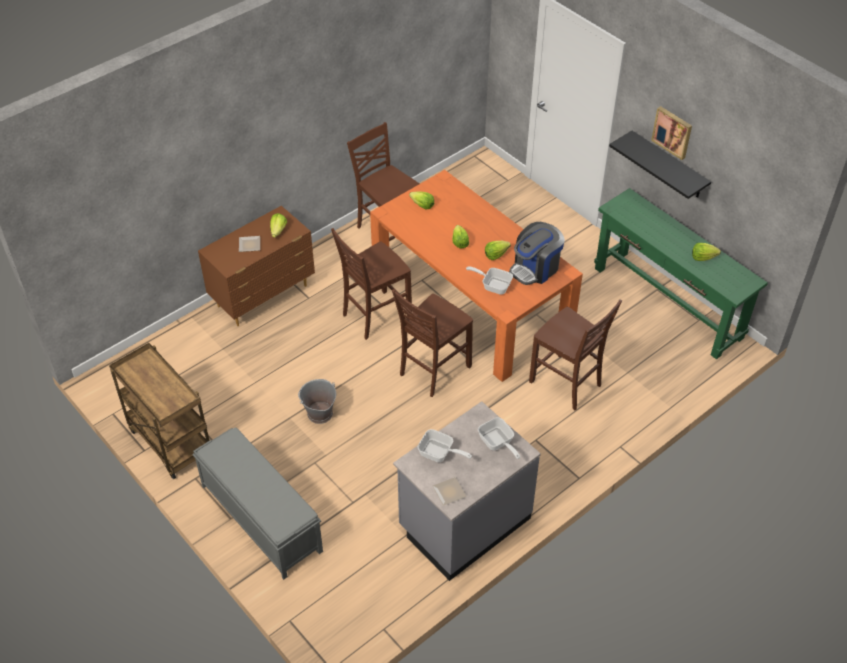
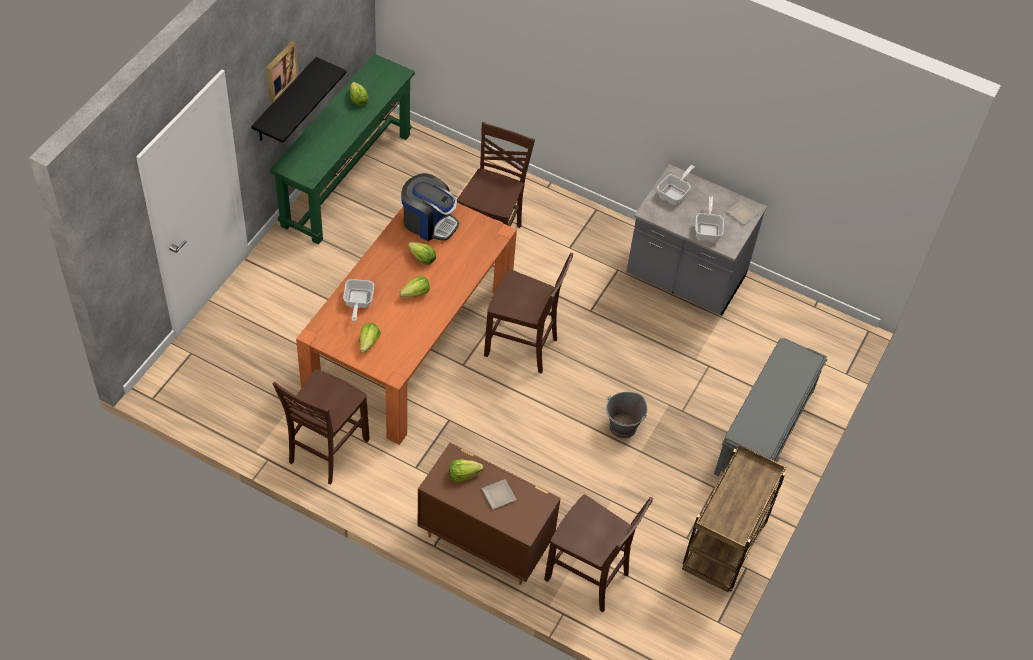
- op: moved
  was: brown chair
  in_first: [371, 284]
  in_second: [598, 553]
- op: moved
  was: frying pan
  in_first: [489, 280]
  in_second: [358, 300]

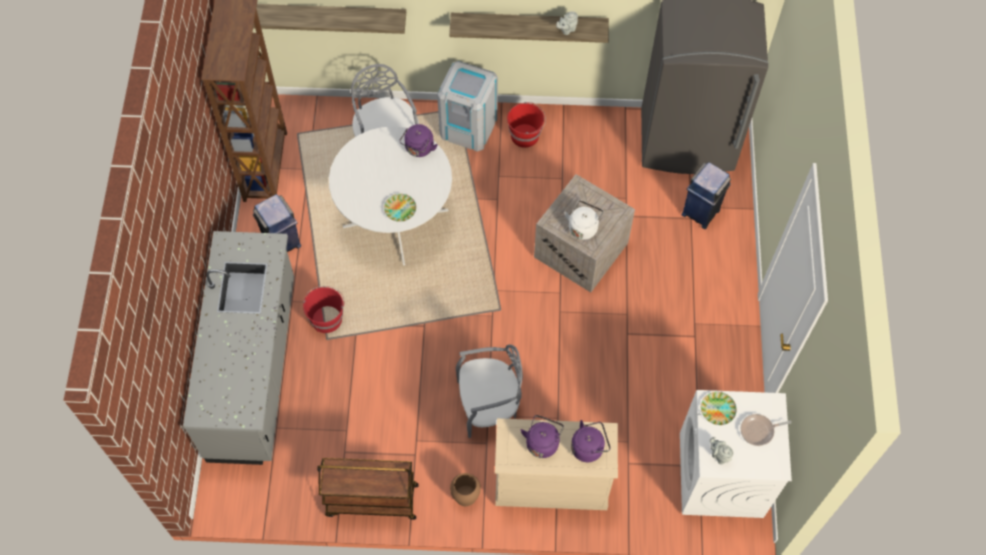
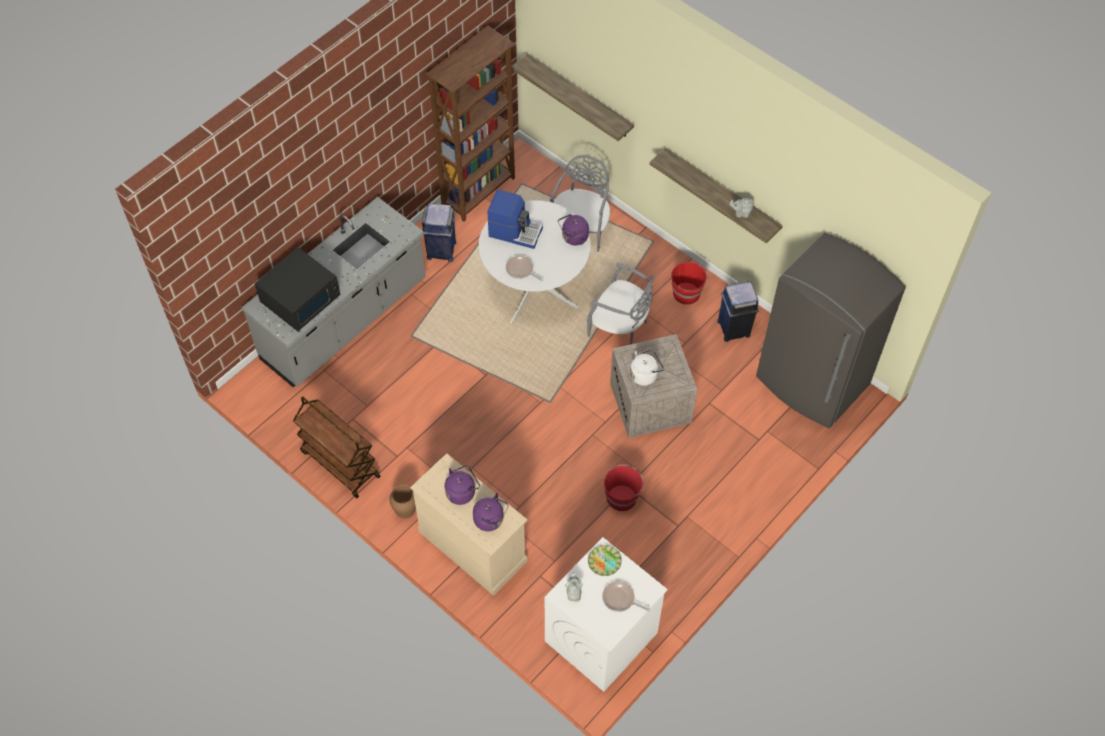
- op: removed
  was: grey trash can
  in_first: [467, 106]
- op: moved
  was: blue trash can
  in_first: [706, 195]
  in_second: [738, 311]
- op: replaced
  was: plate
  now: frying pan
  in_first: [400, 208]
  in_second: [524, 268]
- op: moved
  was: red bucket
  in_first: [323, 309]
  in_second: [624, 488]
- op: moved
  was: grey chair
  in_first: [489, 391]
  in_second: [620, 303]
- op: added
  now: coffee machine
  in_second: [515, 219]
- op: added
  now: black microwave
  in_second: [297, 289]

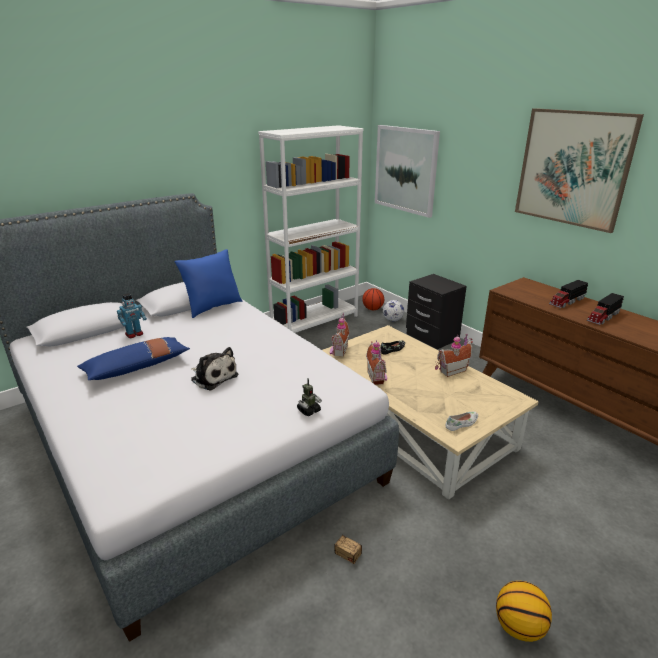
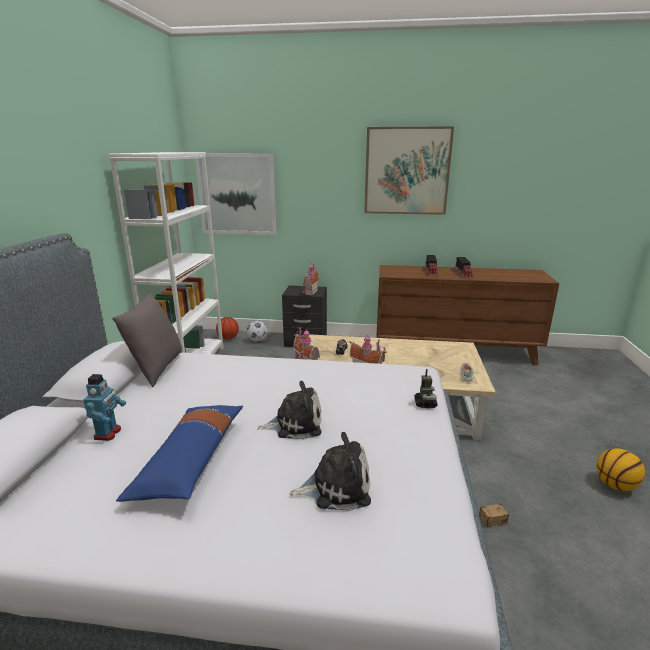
- op: recoloured
  was: blue pillow
  now: grey pillow
  in_first: [208, 283]
  in_second: [147, 340]
- op: moved
  was: toy house
  in_first: [454, 355]
  in_second: [310, 279]
- op: added
  now: plush toy
  in_second: [330, 471]

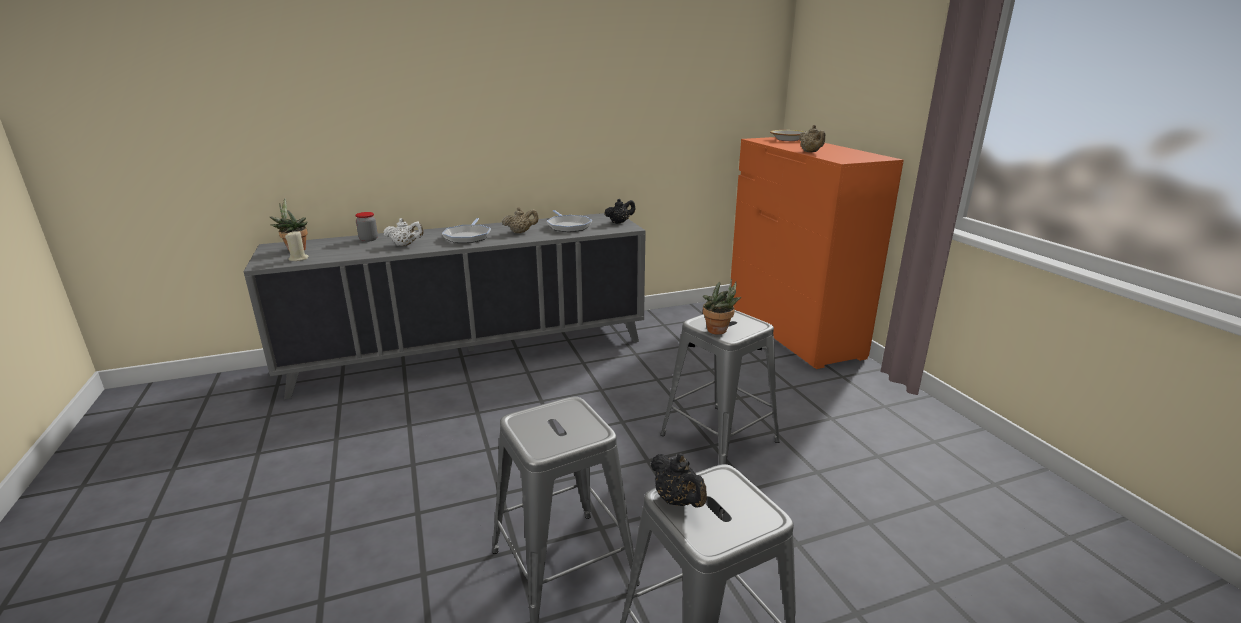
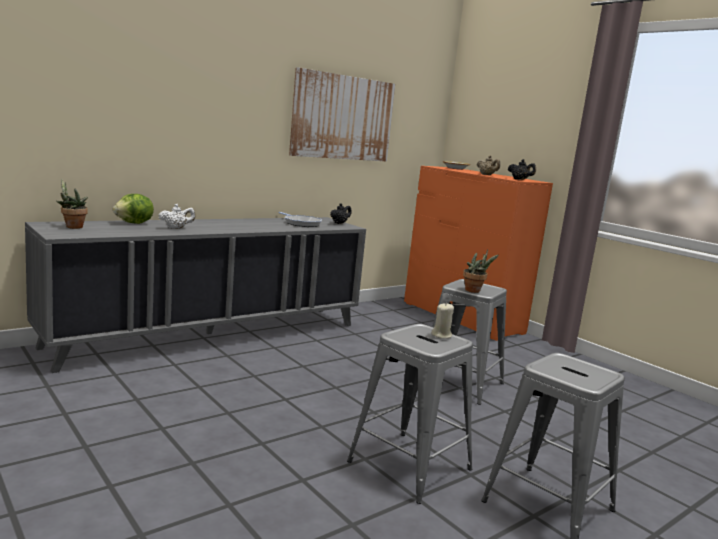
- op: removed
  was: beige teapot
  in_first: [520, 220]
- op: replaced
  was: jar
  now: lettuce
  in_first: [366, 227]
  in_second: [133, 209]
- op: removed
  was: frying pan
  in_first: [466, 230]
- op: moved
  was: beige candle
  in_first: [297, 246]
  in_second: [442, 321]
- op: moved
  was: black teapot
  in_first: [679, 480]
  in_second: [522, 169]
- op: added
  now: picture
  in_second: [342, 114]

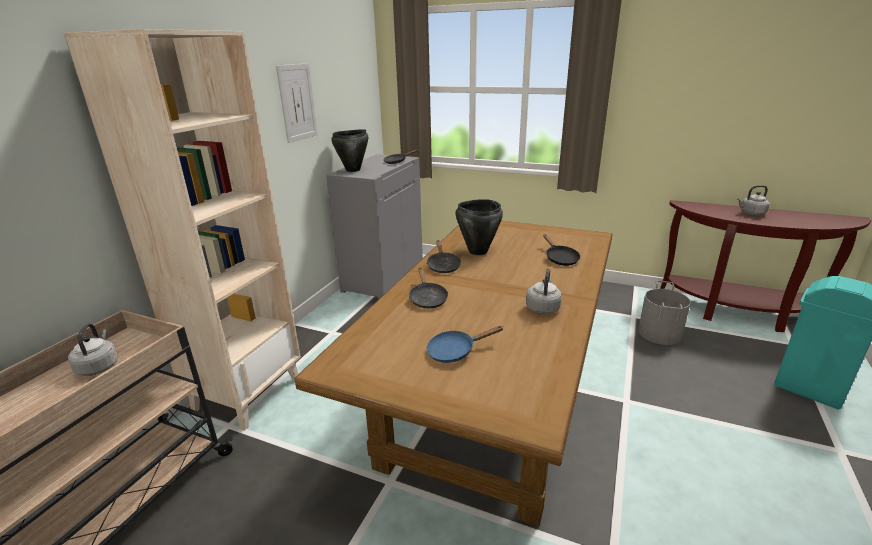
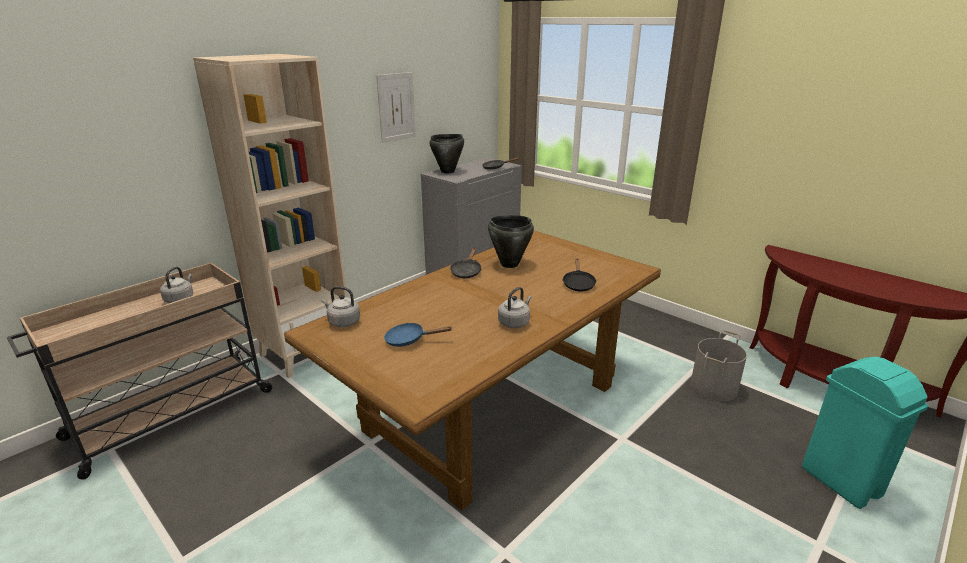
- op: moved
  was: grey kettle
  in_first: [753, 200]
  in_second: [340, 306]
- op: removed
  was: black frying pan
  in_first: [428, 287]

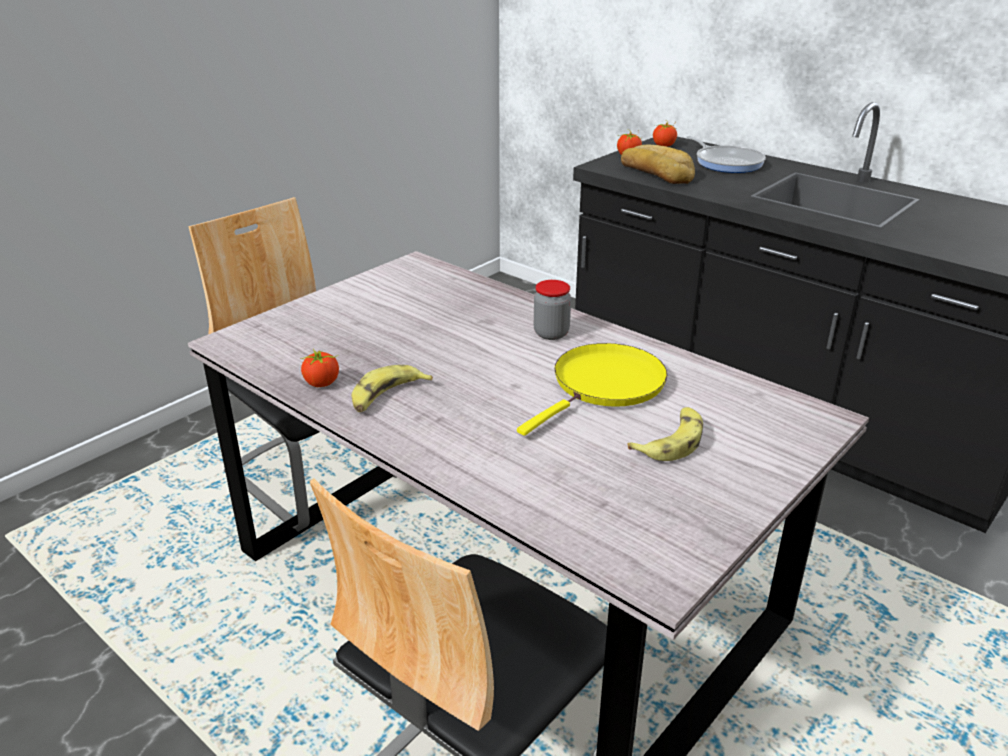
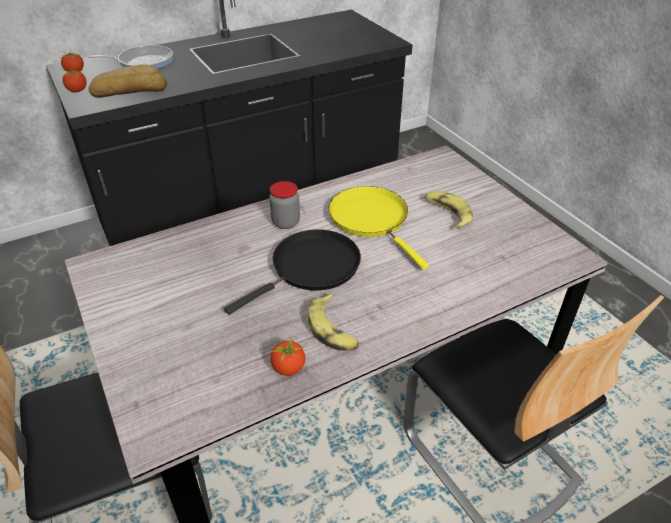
- op: added
  now: black frying pan
  in_second: [292, 272]

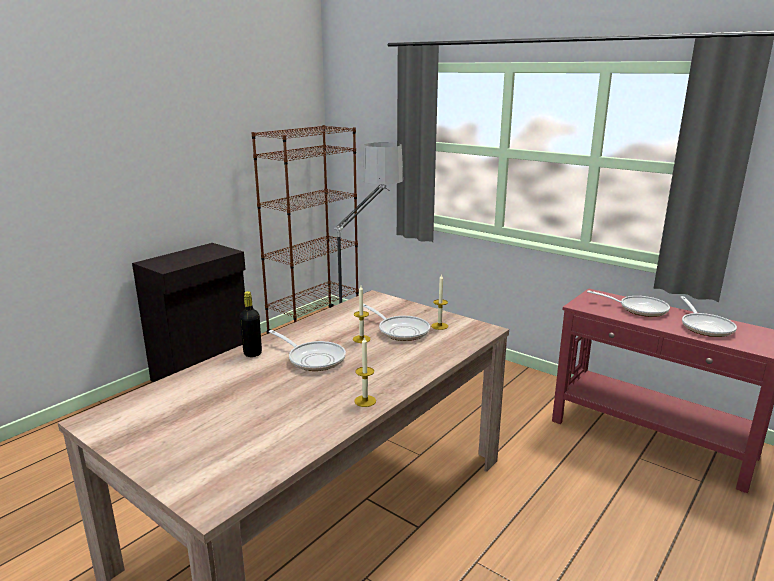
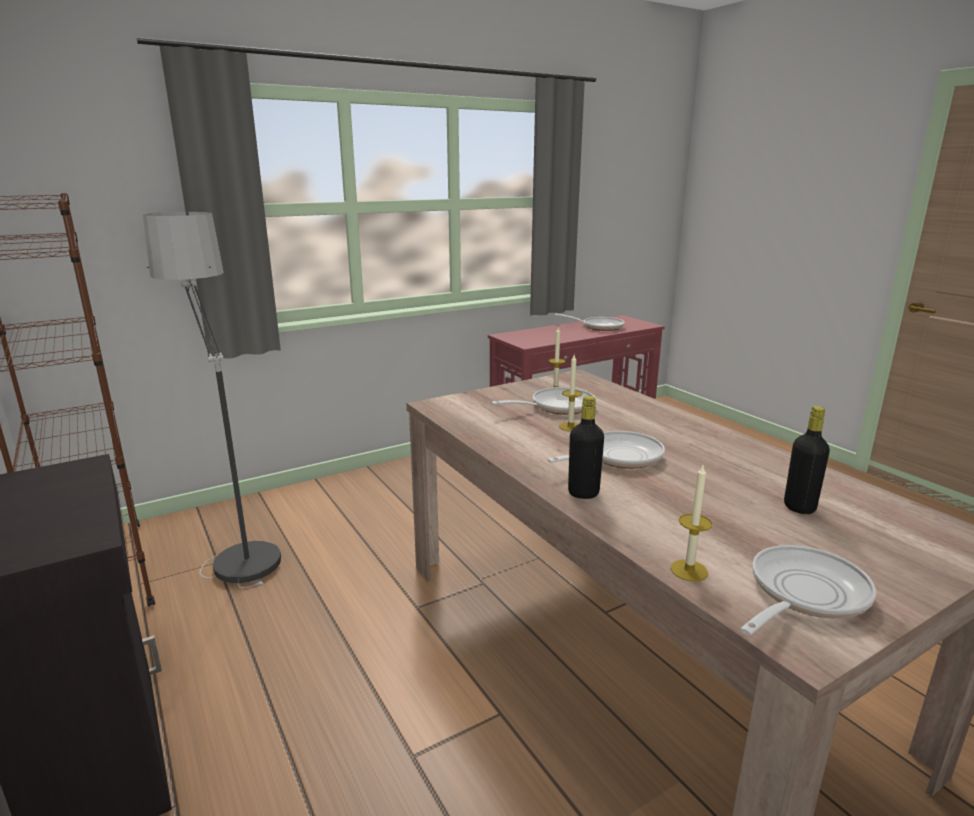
- op: moved
  was: frying pan
  in_first: [628, 303]
  in_second: [808, 590]
- op: moved
  was: candle
  in_first: [365, 372]
  in_second: [691, 523]
- op: added
  now: black bottle
  in_second: [807, 460]

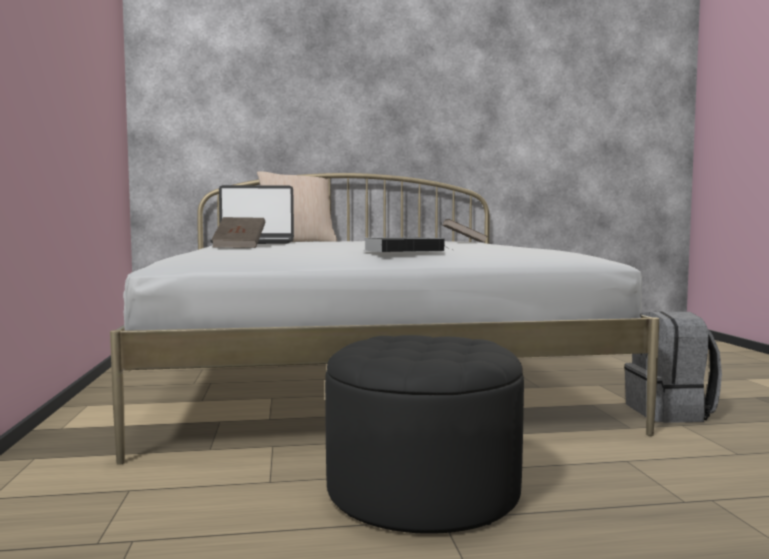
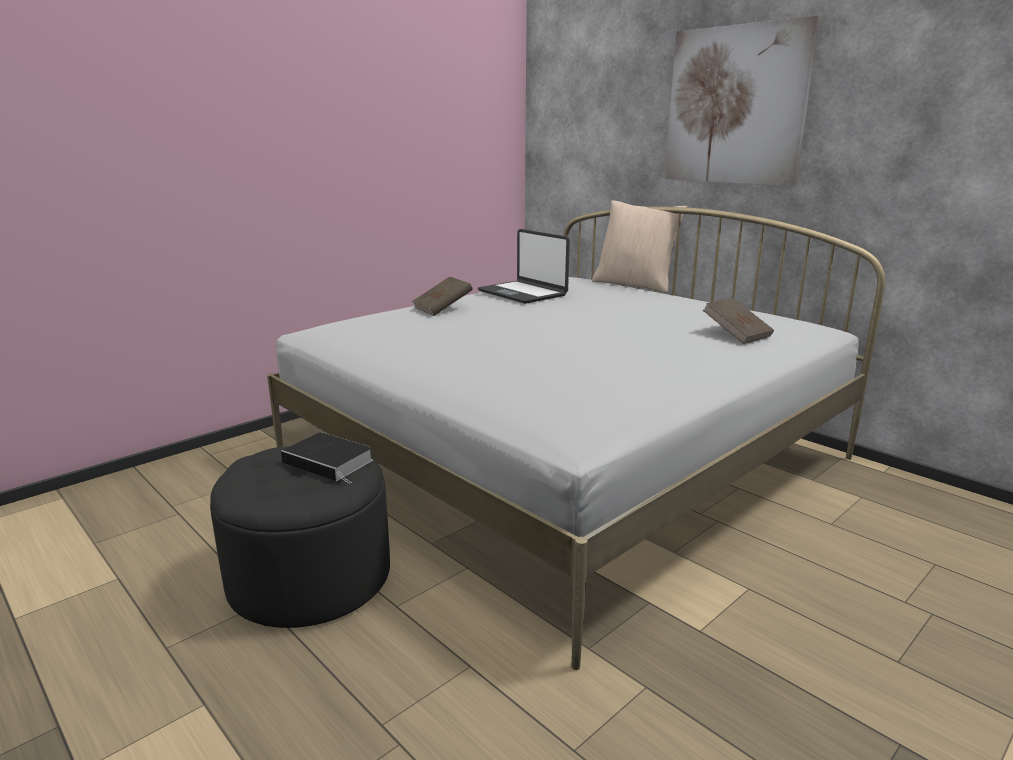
- op: moved
  was: book
  in_first: [405, 244]
  in_second: [327, 457]
- op: removed
  was: grey backpack
  in_first: [673, 367]
- op: added
  now: picture
  in_second: [742, 101]

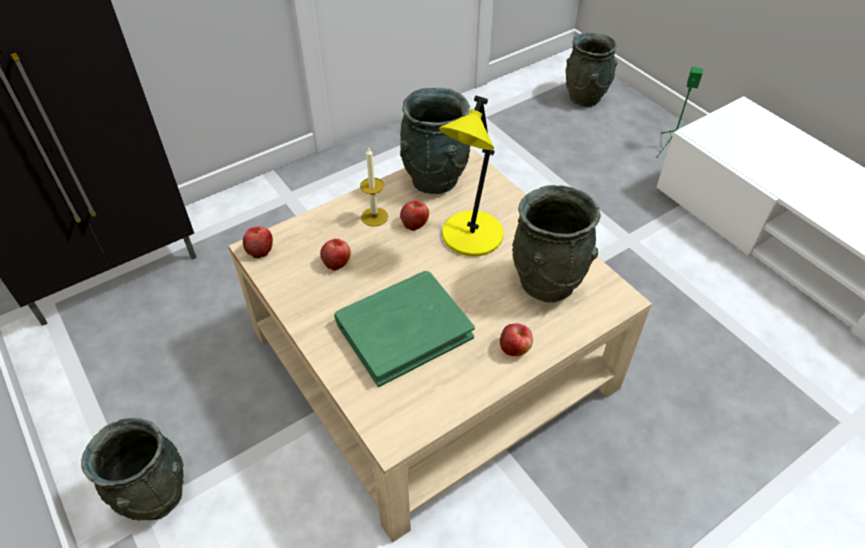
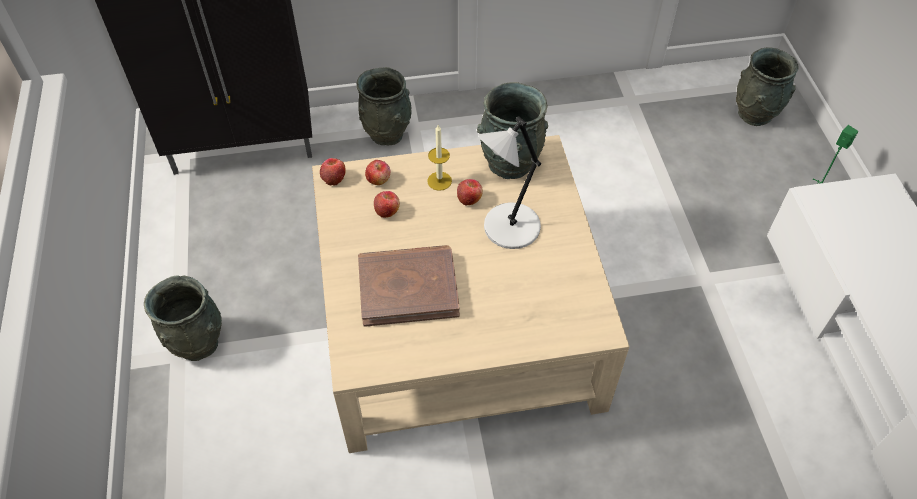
- op: recoloured
  was: yellow table lamp
  now: grey table lamp
  in_first: [471, 176]
  in_second: [509, 182]
- op: moved
  was: grey vase
  in_first: [556, 243]
  in_second: [384, 106]
- op: recoloured
  was: green book
  now: brown book
  in_first: [404, 329]
  in_second: [409, 286]
- op: moved
  was: apple
  in_first: [516, 339]
  in_second: [377, 172]

